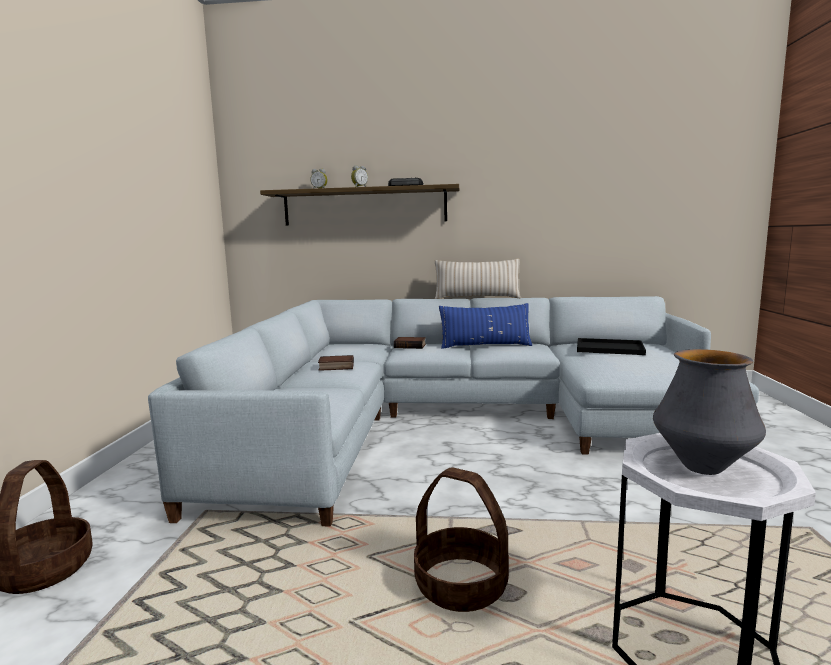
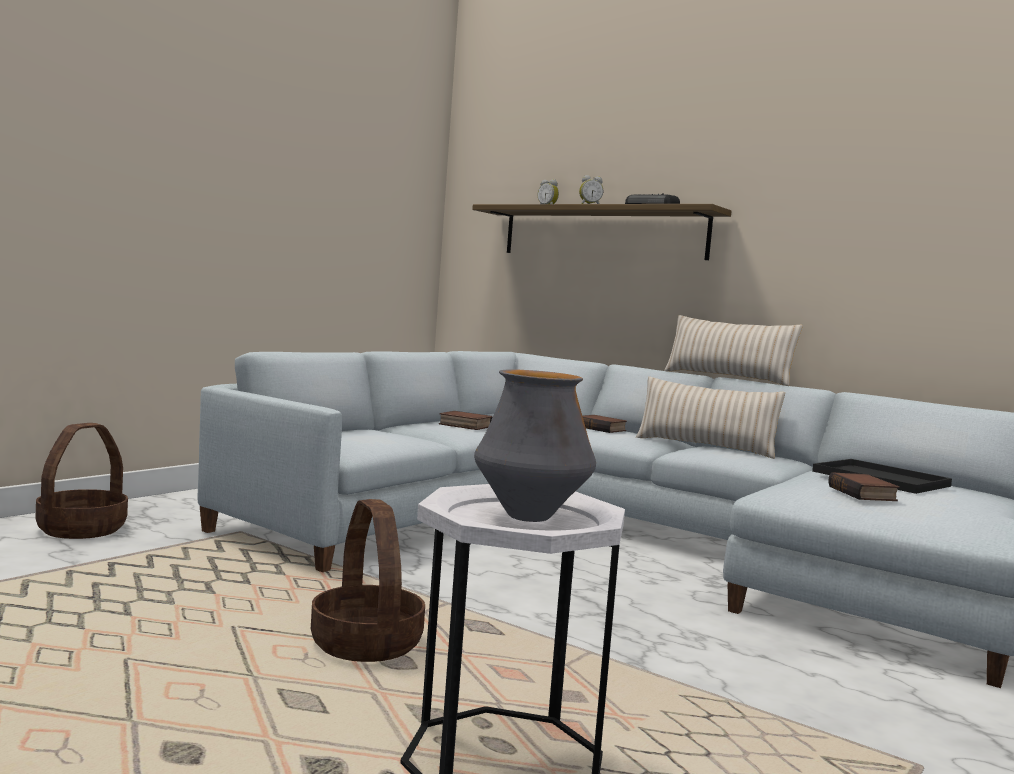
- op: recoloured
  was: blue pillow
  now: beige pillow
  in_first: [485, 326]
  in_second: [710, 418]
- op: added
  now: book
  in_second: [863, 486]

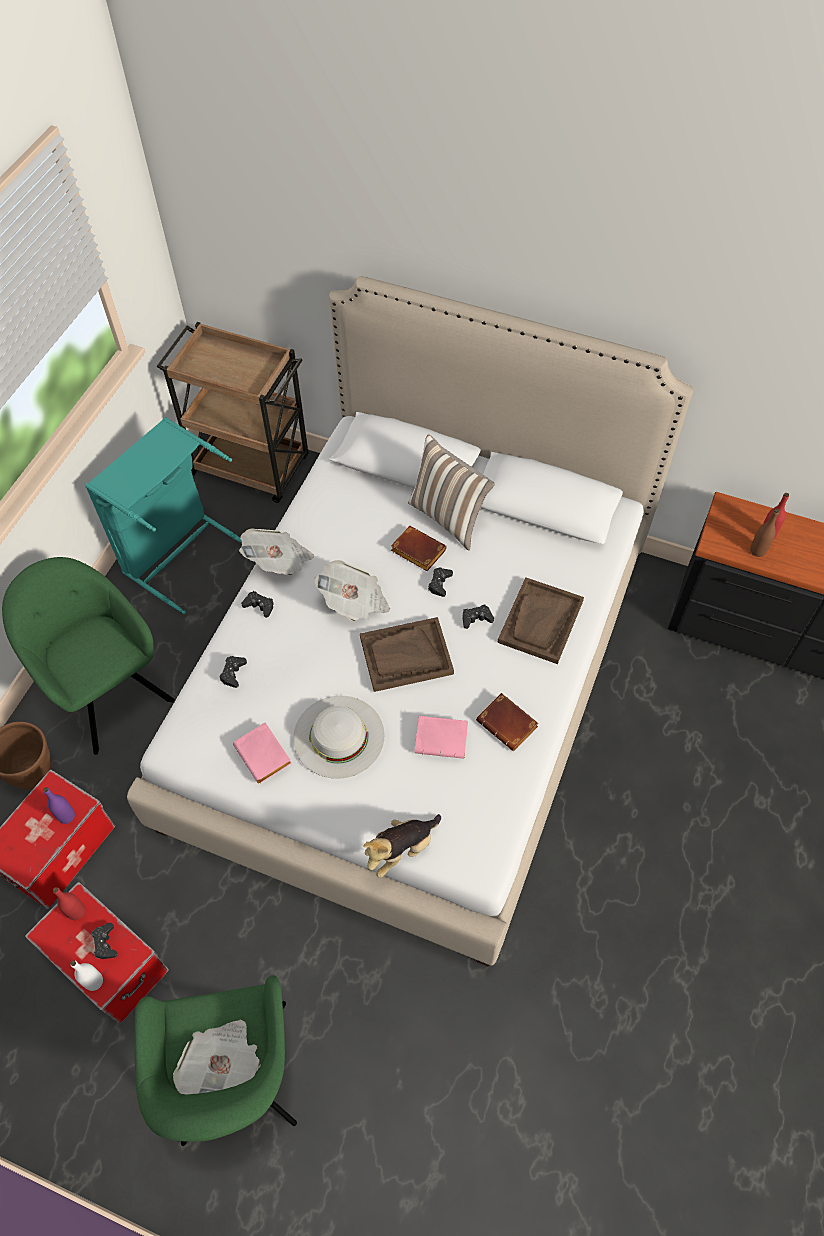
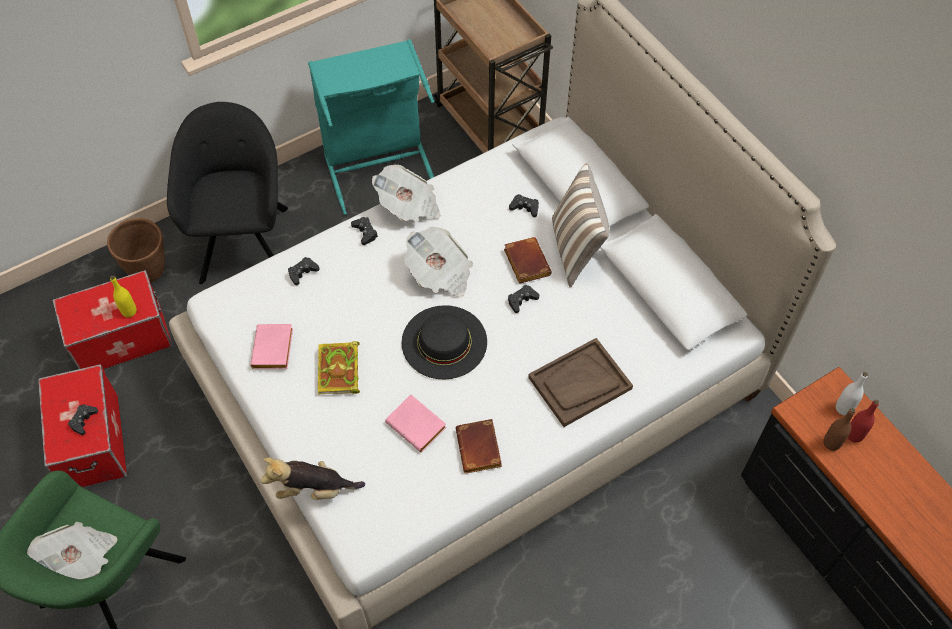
- op: recoloured
  was: green armchair
  now: black armchair
  in_first: [88, 656]
  in_second: [227, 193]
- op: moved
  was: black game controller
  in_first: [478, 617]
  in_second: [524, 205]
- op: replaced
  was: brown tray
  now: black hat
  in_first: [407, 654]
  in_second: [444, 342]
- op: replaced
  was: white hat
  now: book
  in_first: [338, 737]
  in_second: [339, 367]
- op: recoloured
  was: purple bottle
  now: yellow bottle
  in_first: [59, 805]
  in_second: [123, 296]
- op: removed
  was: red bottle
  in_first: [69, 904]
- op: moved
  was: white bottle
  in_first: [86, 975]
  in_second: [852, 394]

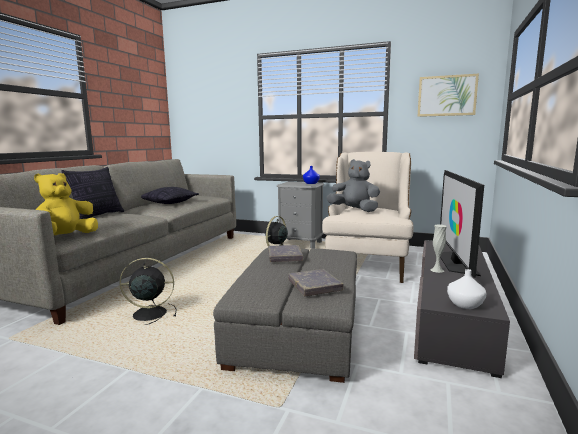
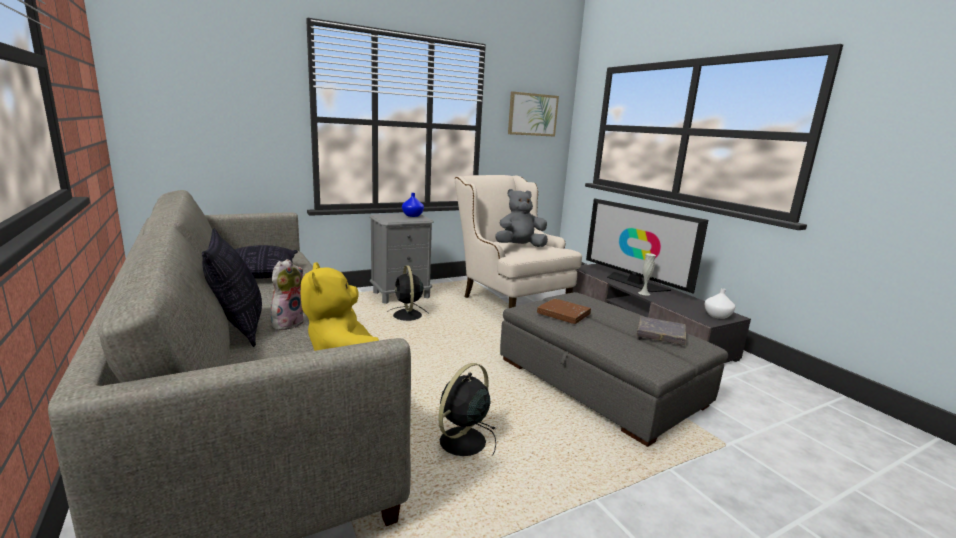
- op: recoloured
  was: grey book
  now: brown book
  in_first: [285, 253]
  in_second: [564, 311]
- op: added
  now: plush toy
  in_second: [287, 294]

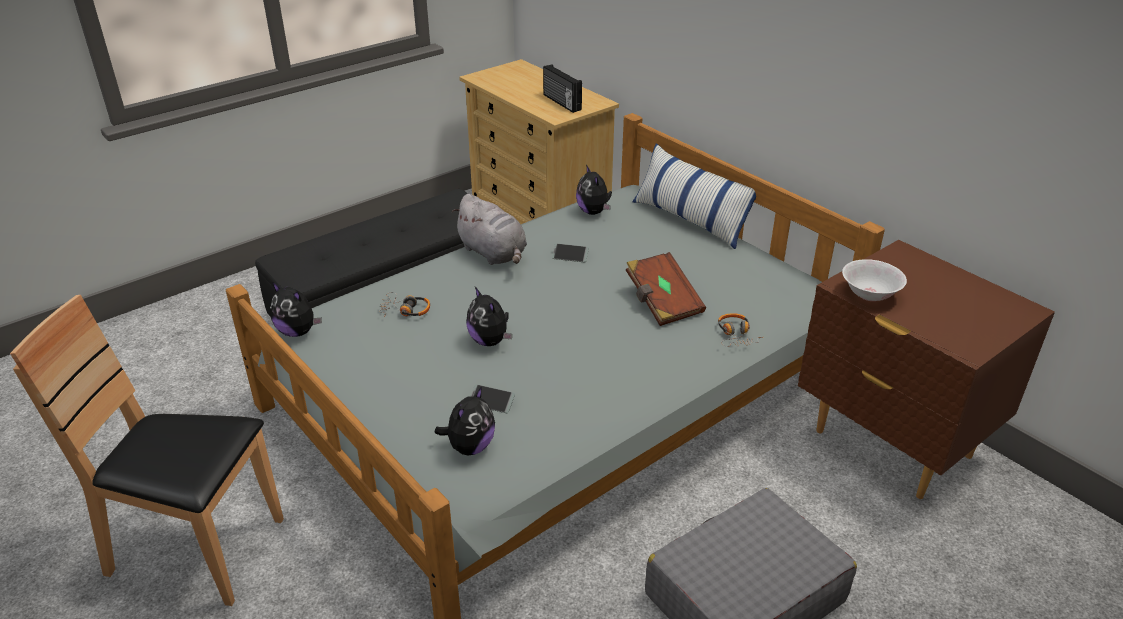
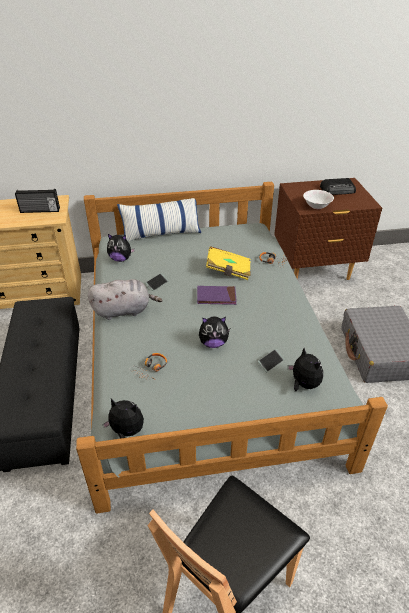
- op: recoloured
  was: brown book
  now: yellow book
  in_first: [666, 289]
  in_second: [228, 263]
- op: turned
  was: plush toy
  in_first: [296, 309]
  in_second: [123, 419]
  clockwise: -135
- op: added
  now: radio
  in_second: [338, 186]
- op: added
  now: purple book
  in_second: [217, 295]

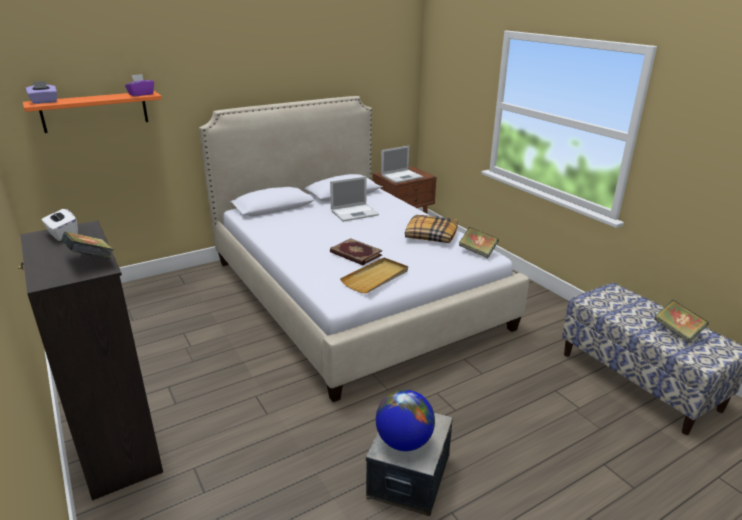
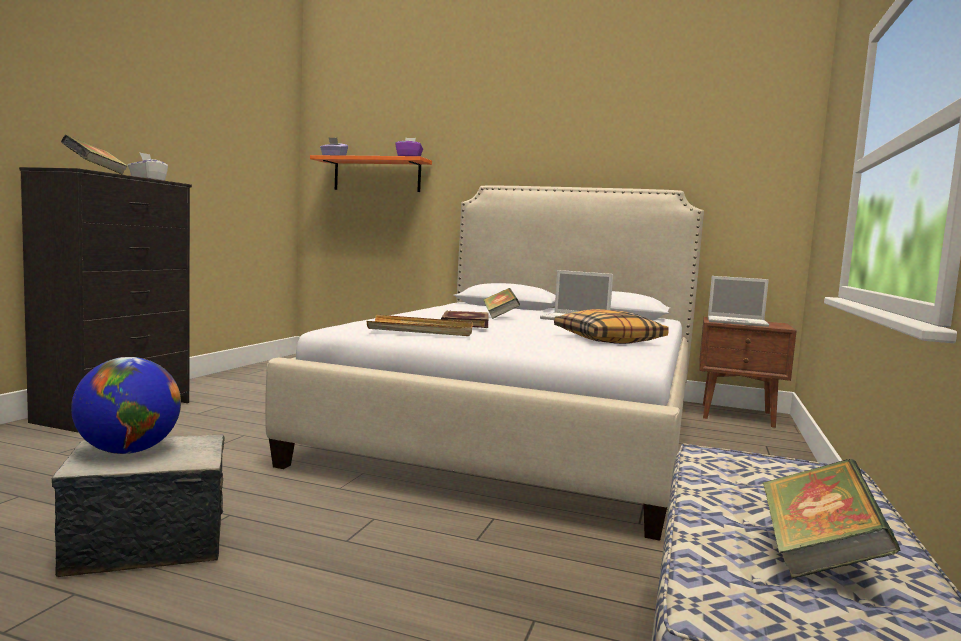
- op: moved
  was: book
  in_first: [479, 242]
  in_second: [501, 303]

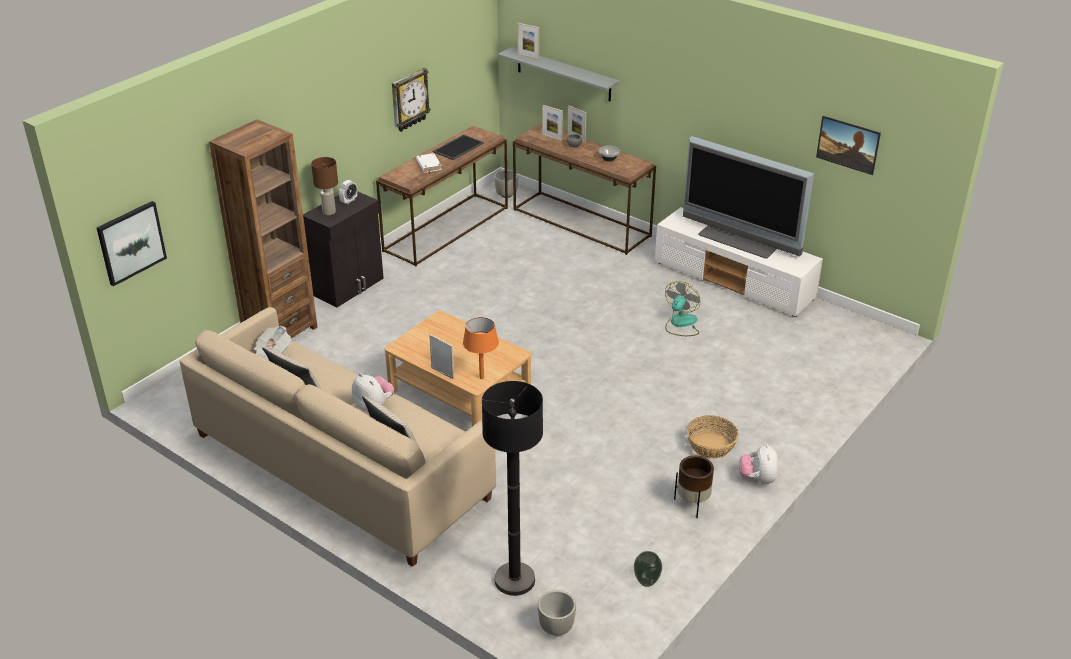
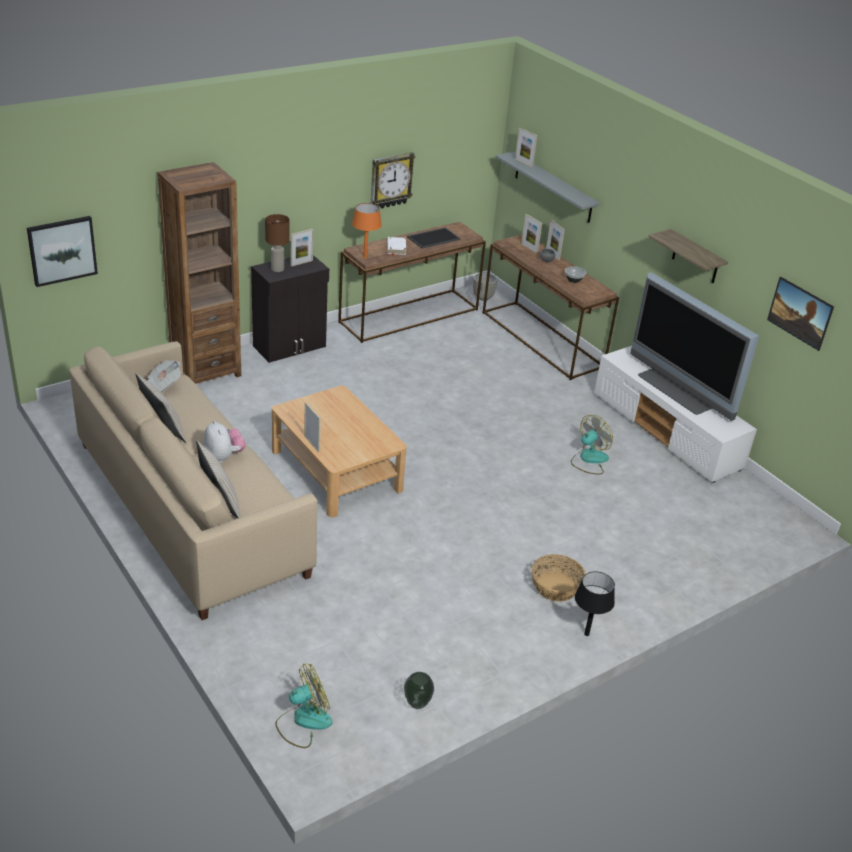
- op: replaced
  was: alarm clock
  now: picture frame
  in_first: [348, 192]
  in_second: [302, 248]
- op: moved
  was: orange table lamp
  in_first: [481, 348]
  in_second: [367, 230]
- op: removed
  was: black floor lamp
  in_first: [512, 488]
- op: replaced
  was: plush toy
  now: black table lamp
  in_first: [758, 464]
  in_second: [595, 604]
- op: removed
  was: brown planter
  in_first: [694, 486]
- op: replaced
  was: grey planter
  now: fan
  in_first: [557, 613]
  in_second: [304, 706]
- op: added
  now: shelf
  in_second: [688, 256]

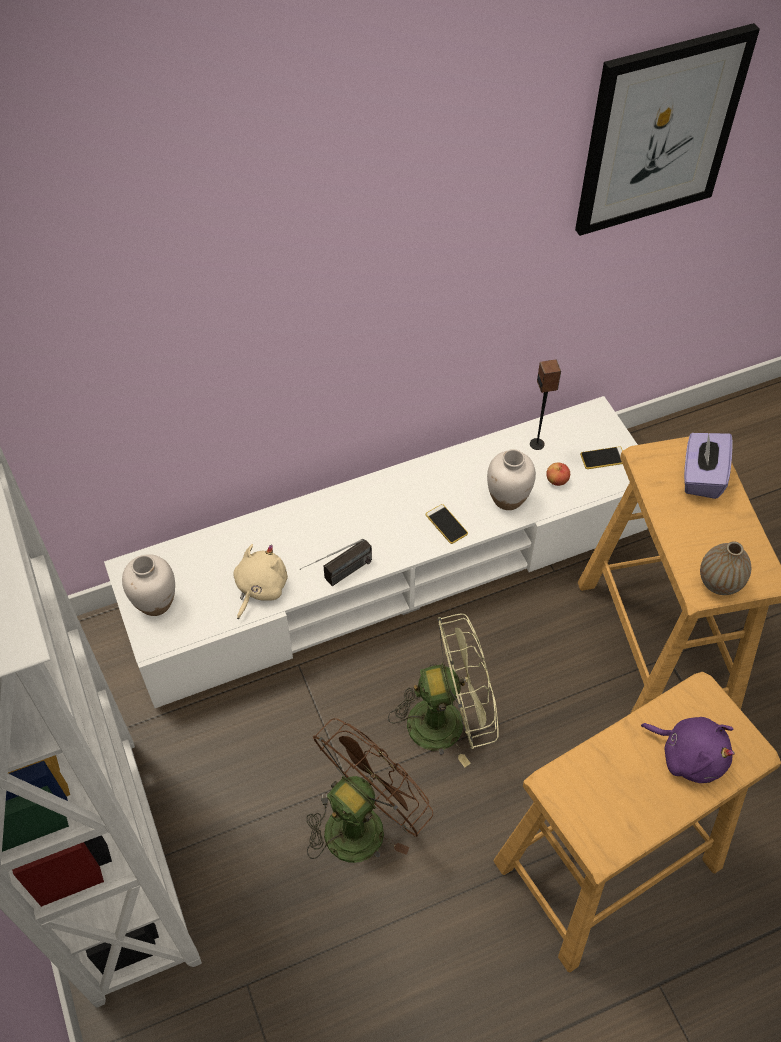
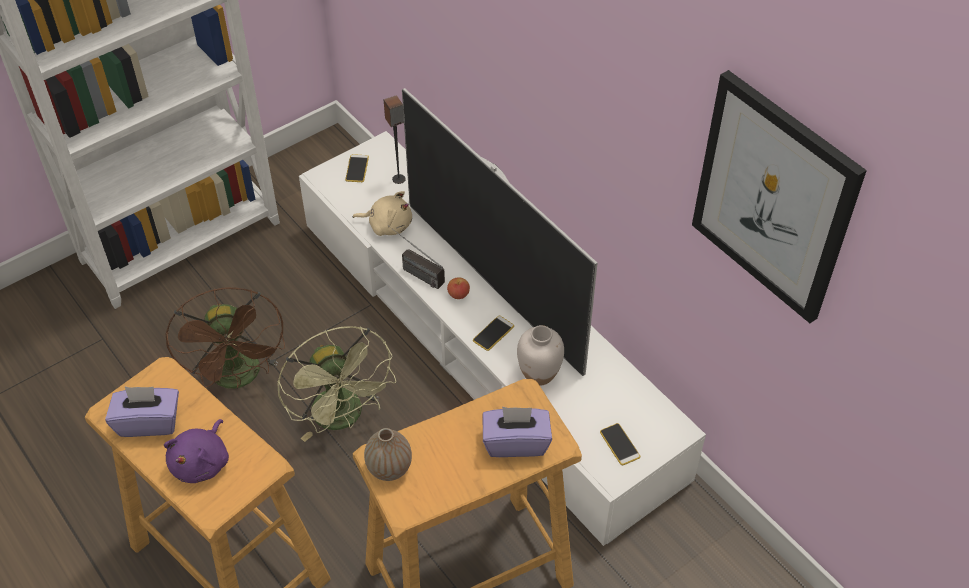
- op: moved
  was: speaker
  in_first: [545, 404]
  in_second: [395, 139]
- op: moved
  was: apple
  in_first: [558, 474]
  in_second: [458, 288]
- op: replaced
  was: white vase
  now: phone
  in_first: [148, 585]
  in_second: [357, 168]
- op: turned
  was: brown fan
  in_first: [369, 790]
  in_second: [225, 338]
  clockwise: 45
- op: added
  now: television
  in_second: [500, 232]
- op: added
  now: purple tissue box
  in_second: [142, 412]

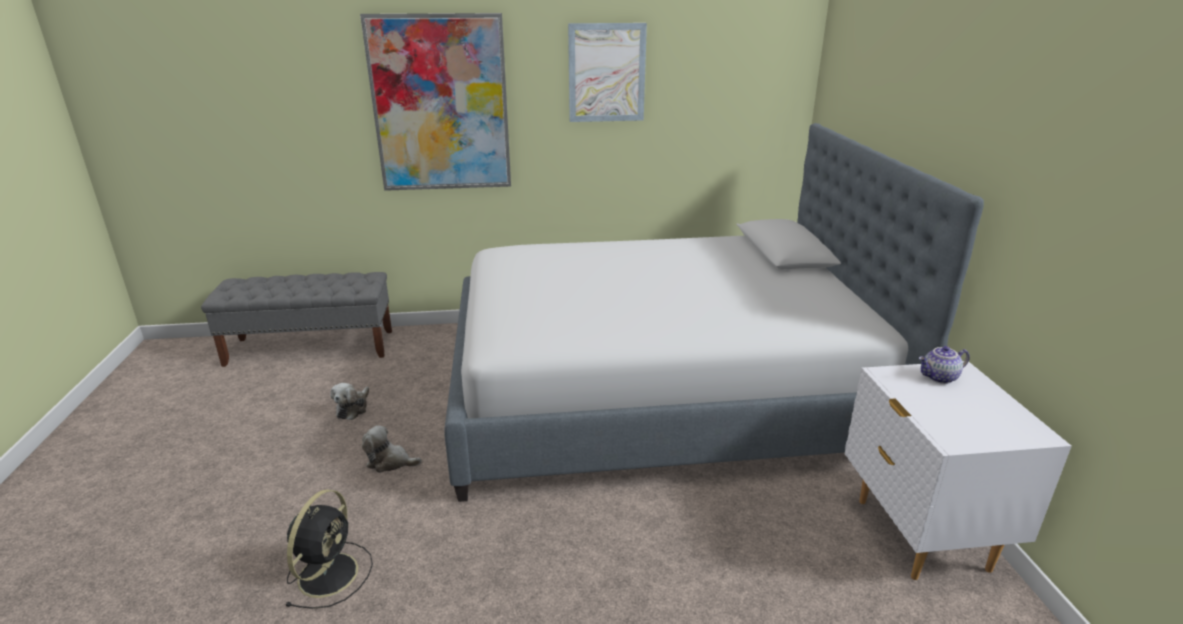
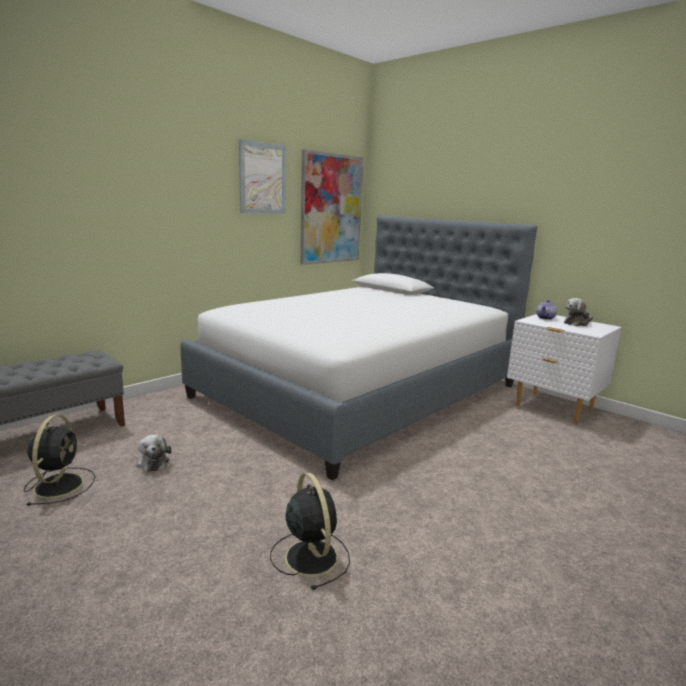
- op: moved
  was: picture
  in_first: [435, 102]
  in_second: [331, 207]
- op: moved
  was: plush toy
  in_first: [392, 449]
  in_second: [578, 312]
- op: added
  now: black fan
  in_second: [59, 460]

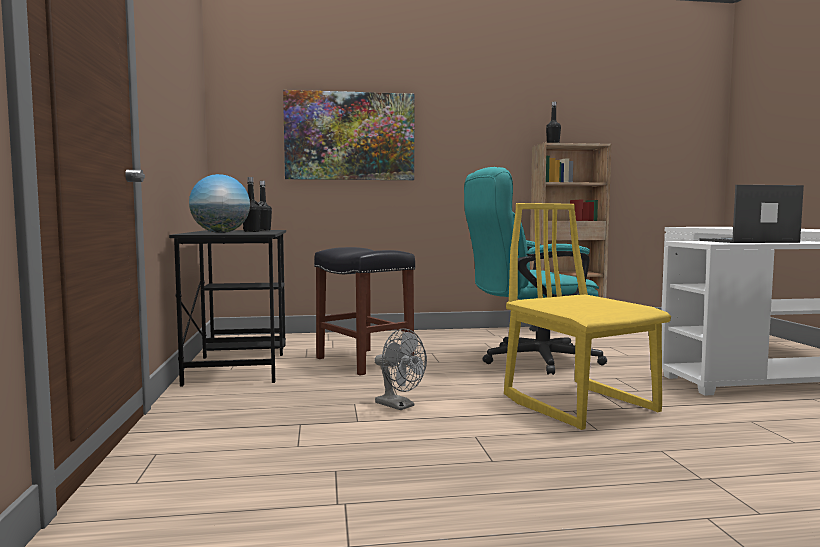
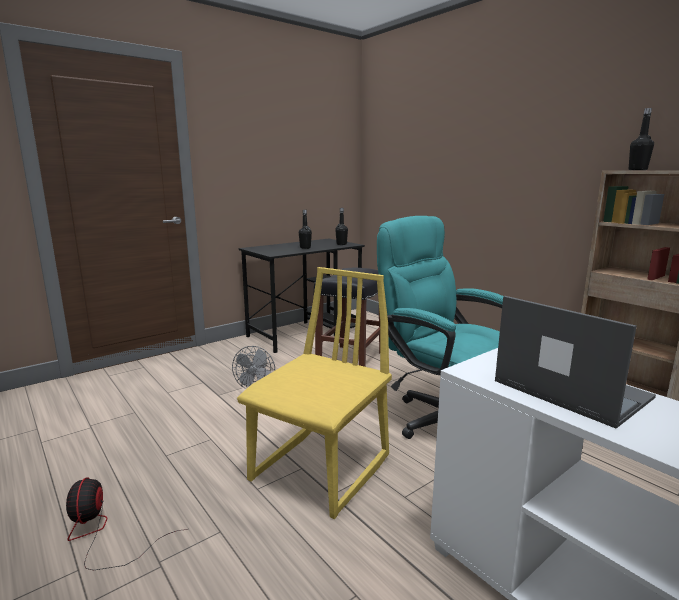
- op: removed
  was: picture
  in_first: [348, 135]
- op: removed
  was: globe
  in_first: [219, 203]
- op: added
  now: fan
  in_second: [127, 523]

